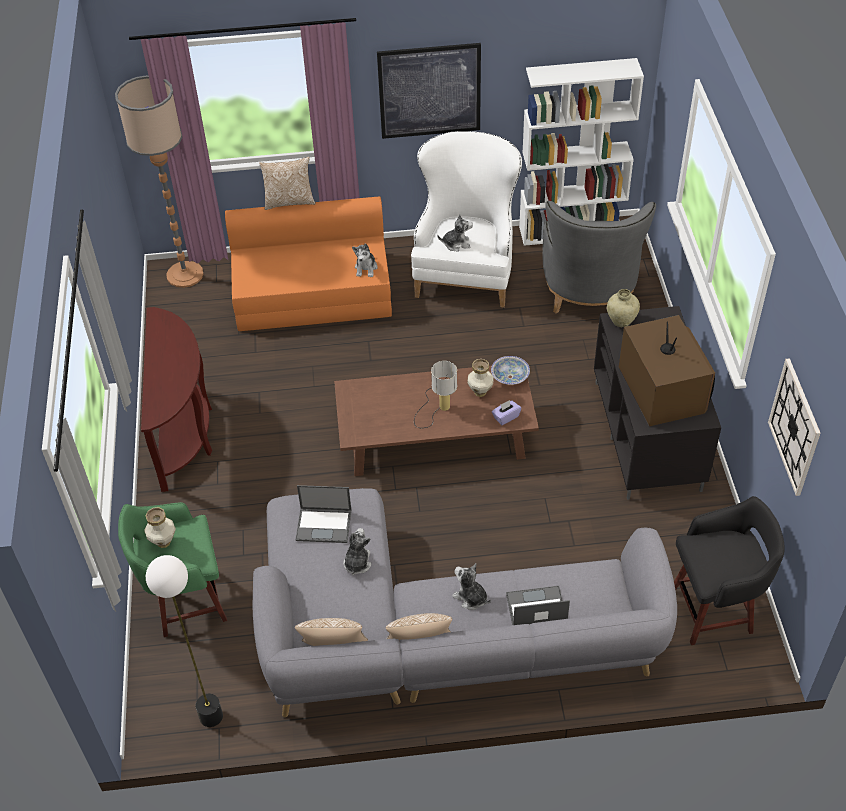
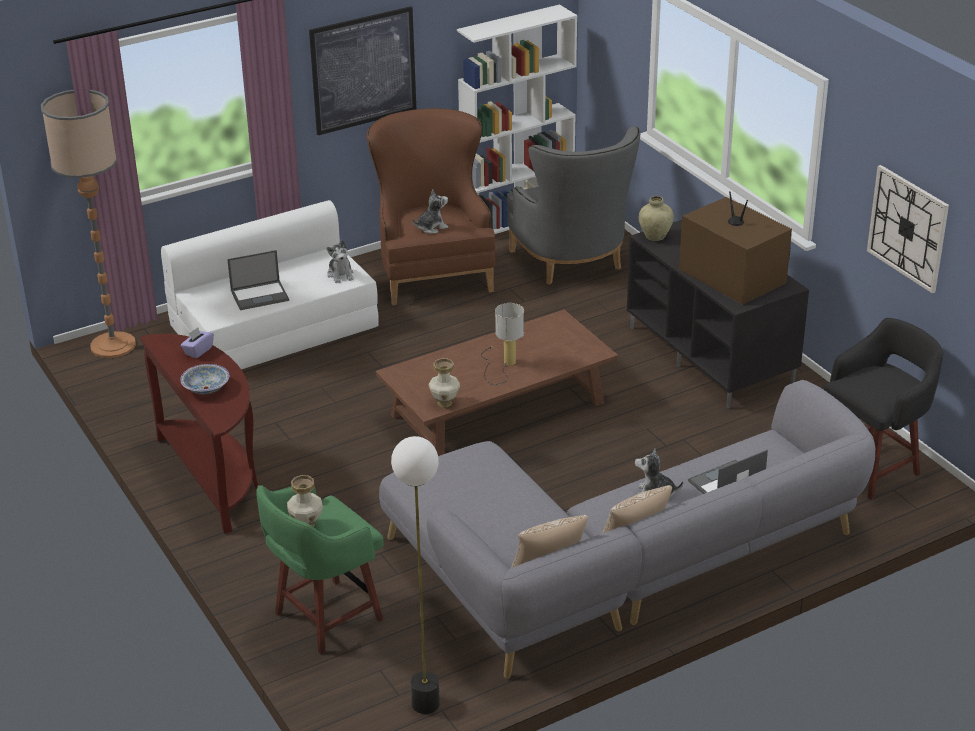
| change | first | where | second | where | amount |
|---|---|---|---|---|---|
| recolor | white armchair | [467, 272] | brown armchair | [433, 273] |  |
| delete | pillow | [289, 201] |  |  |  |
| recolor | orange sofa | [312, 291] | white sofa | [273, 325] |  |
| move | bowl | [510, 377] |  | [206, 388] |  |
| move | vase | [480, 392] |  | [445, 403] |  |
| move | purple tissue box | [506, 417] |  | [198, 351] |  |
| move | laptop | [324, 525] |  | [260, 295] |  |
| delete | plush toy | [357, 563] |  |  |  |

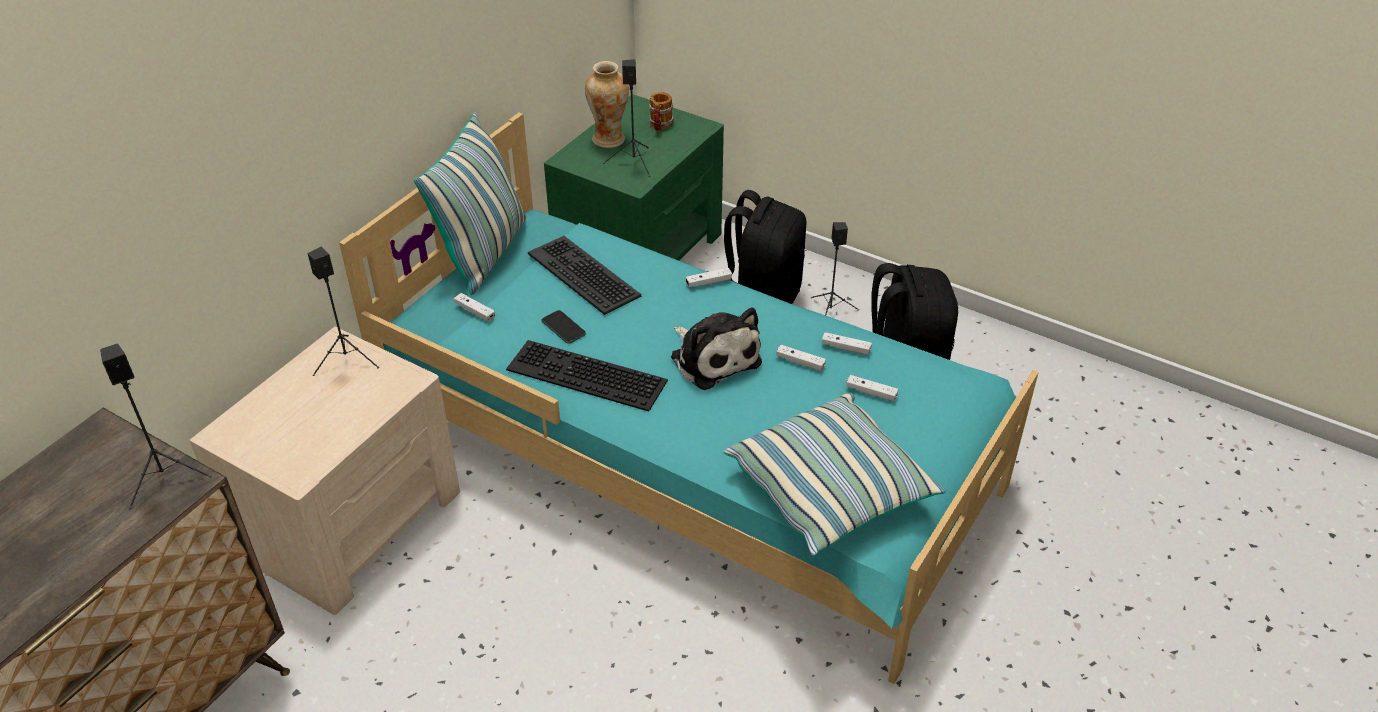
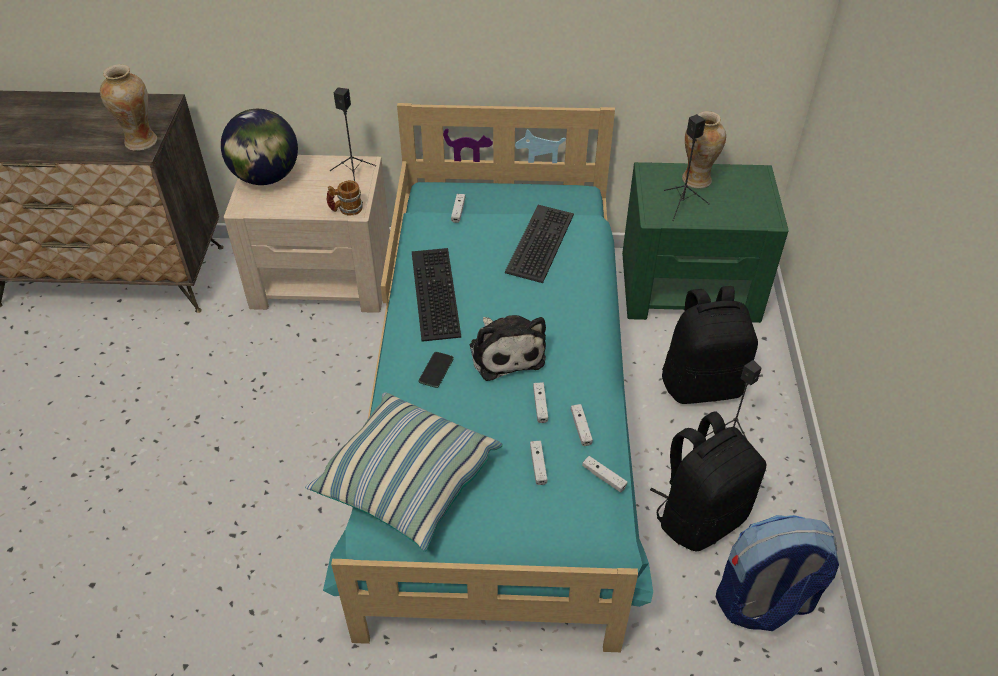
| change | first | where | second | where | amount |
|---|---|---|---|---|---|
| move | mug | [660, 126] |  | [346, 209] |  |
| delete | pillow | [484, 253] |  |  |  |
| move | white game controller | [708, 282] |  | [604, 477] |  |
| rotate | plush toy | [713, 357] |  | [506, 352] | 45 degrees counterclockwise |
| move | phone | [563, 328] |  | [436, 370] |  |
| replace | black speaker | [166, 477] | vase | [140, 142] |  |
| insert |  |  | globe | [266, 177] |  |
| insert |  |  | backpack | [763, 602] |  |

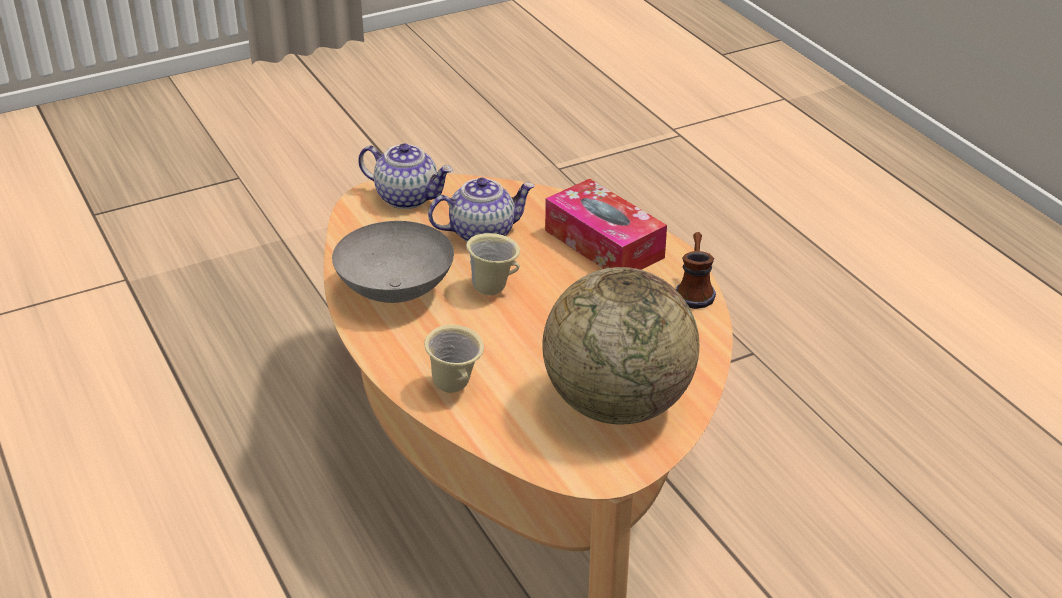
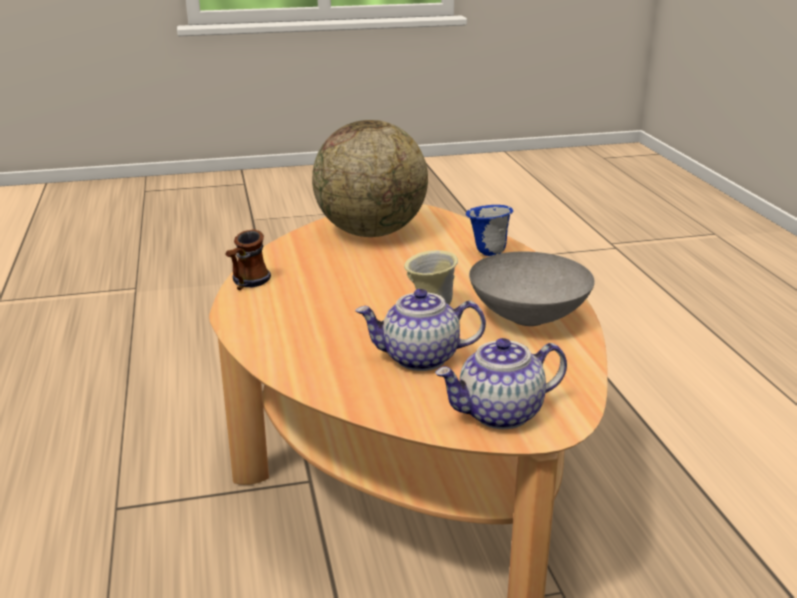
| change | first | where | second | where | amount |
|---|---|---|---|---|---|
| rotate | teapot | [408, 197] |  | [500, 414] | 60 degrees counterclockwise |
| delete | tissue box | [604, 244] |  |  |  |
| recolor | beige mug | [456, 387] | blue mug | [487, 252] |  |

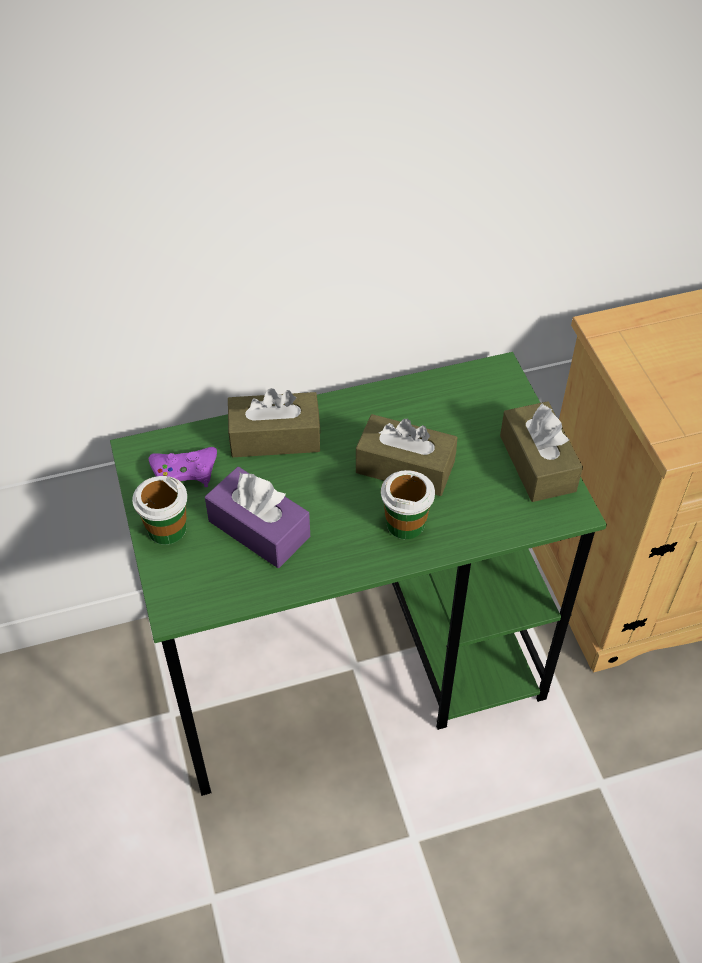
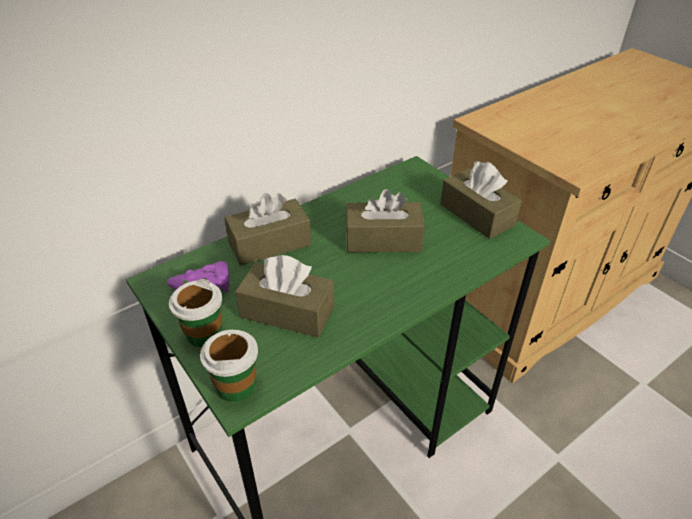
| change | first | where | second | where | amount |
|---|---|---|---|---|---|
| recolor | purple tissue box | [259, 529] | brown tissue box | [287, 311] |  |
| move | cup | [405, 523] |  | [236, 385] |  |

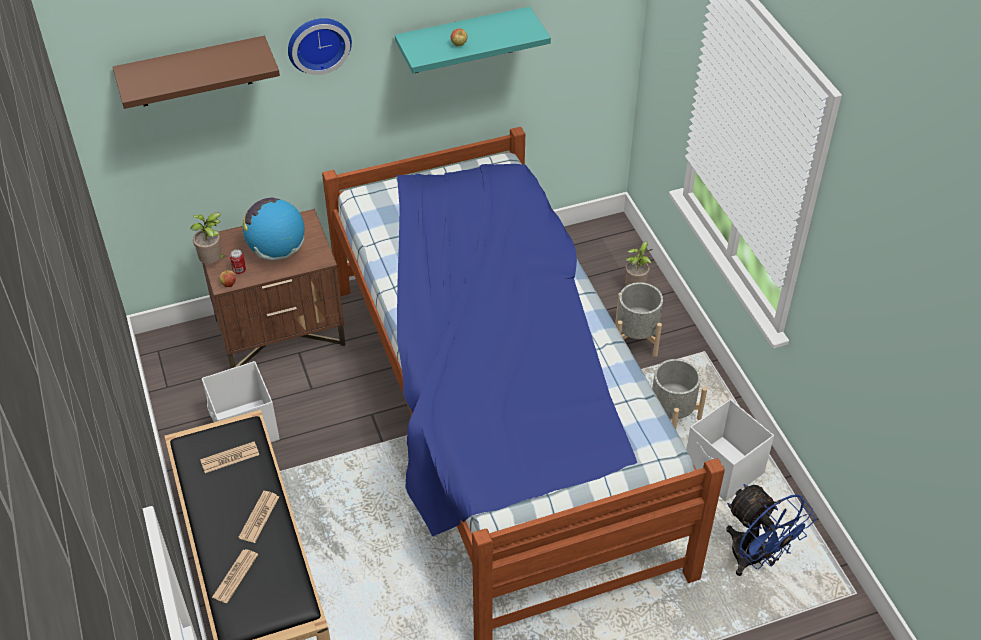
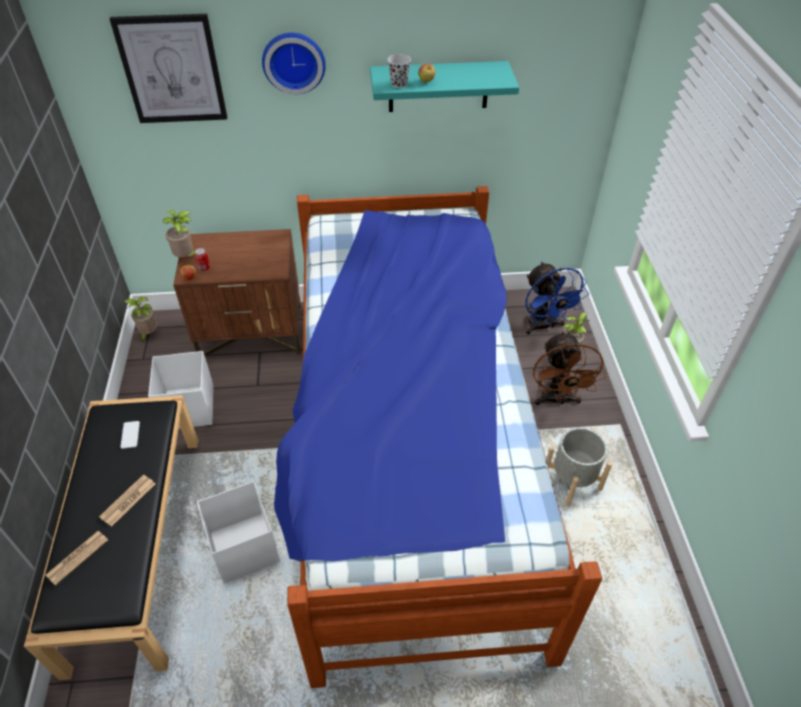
| change | first | where | second | where | amount |
|---|---|---|---|---|---|
| replace | brown shelf | [194, 72] | picture | [172, 70] |  |
| delete | globe | [277, 251] |  |  |  |
| replace | grey planter | [635, 339] | brown fan | [557, 400] |  |
| move | white storage box | [724, 470] |  | [244, 549] |  |
| replace | newspaper | [230, 458] | phone | [130, 435] |  |
| move | blue fan | [755, 559] |  | [543, 326] |  |
| insert |  |  | black cup | [399, 84] |  |
| insert |  |  | potted plant | [148, 334] |  |

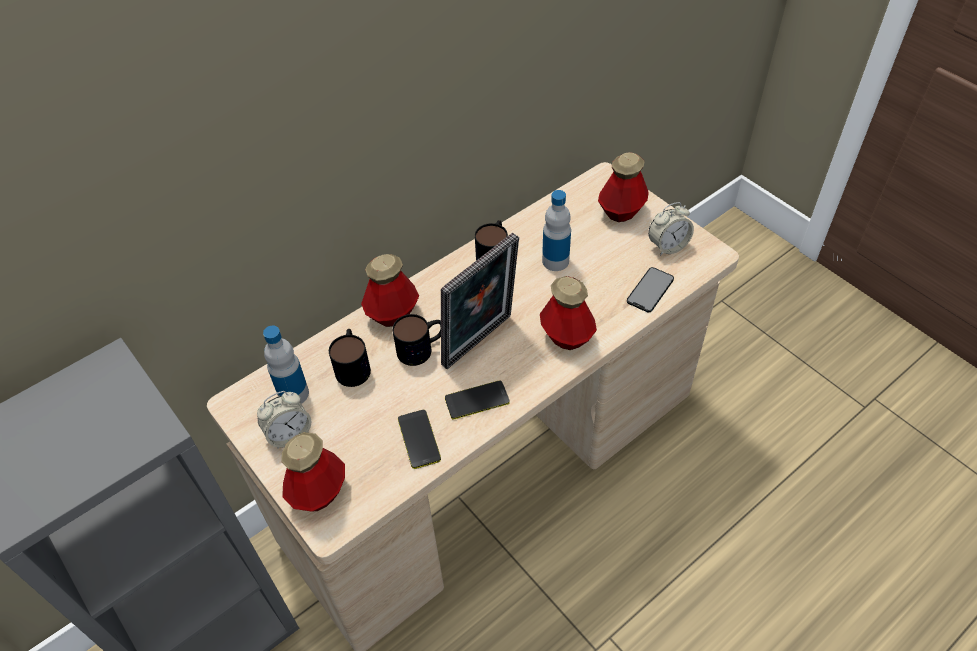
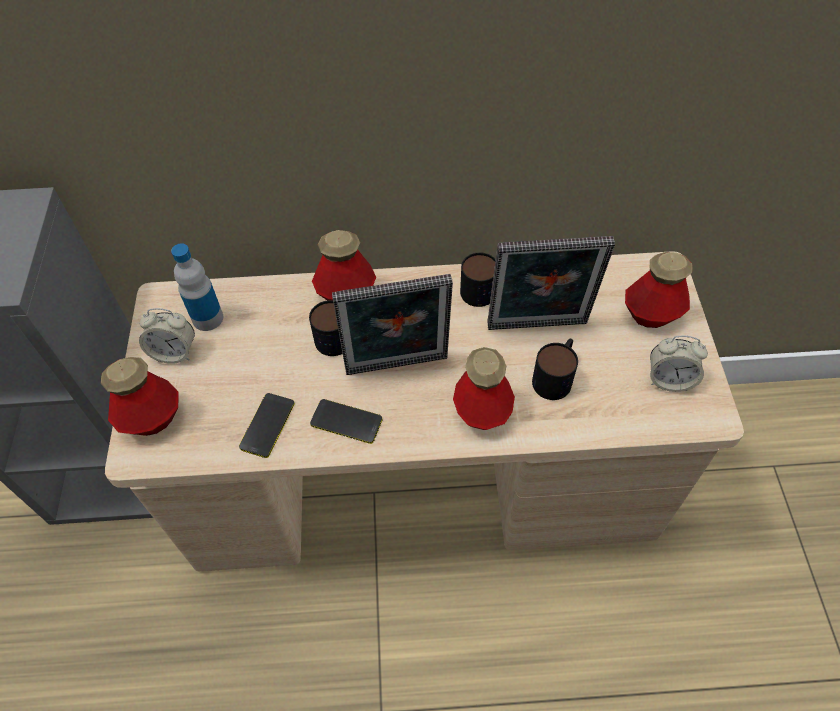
| change | first | where | second | where | amount |
|---|---|---|---|---|---|
| replace | bottle | [555, 261] | picture frame | [537, 328] |  |
| delete | phone | [650, 290] |  |  |  |
| move | mug | [353, 365] |  | [555, 376] |  |

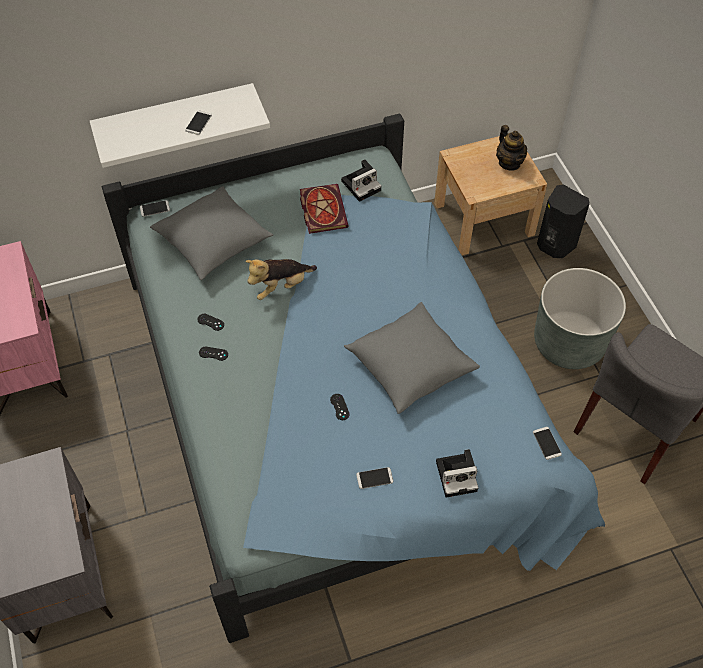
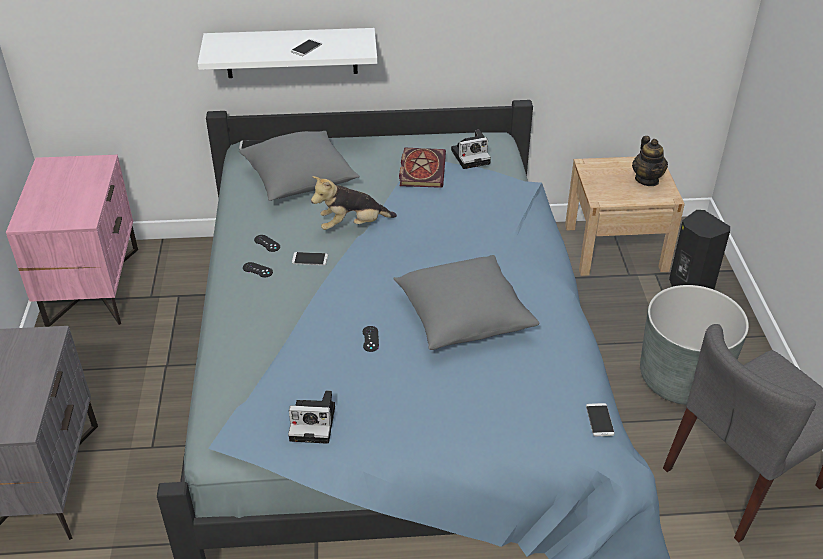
| change | first | where | second | where | amount |
|---|---|---|---|---|---|
| move | photo camera | [458, 475] |  | [315, 423] |  |
| move | phone | [374, 478] |  | [310, 259] |  |

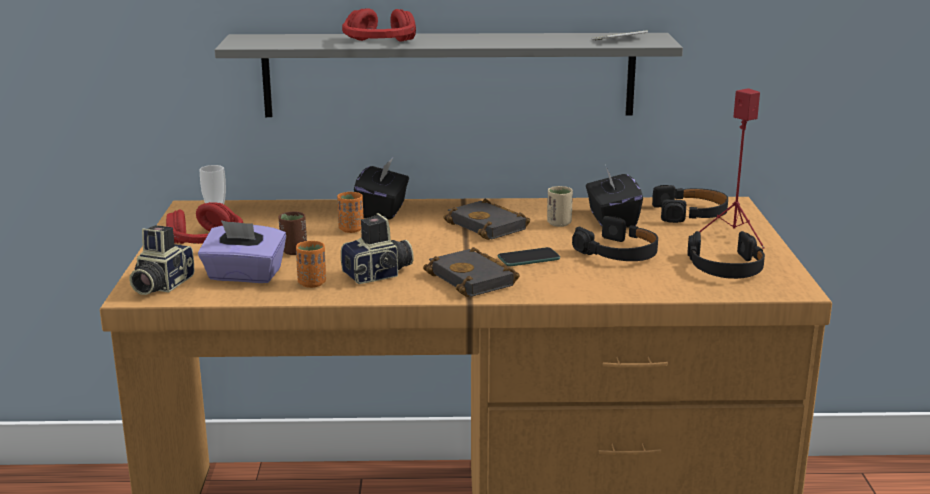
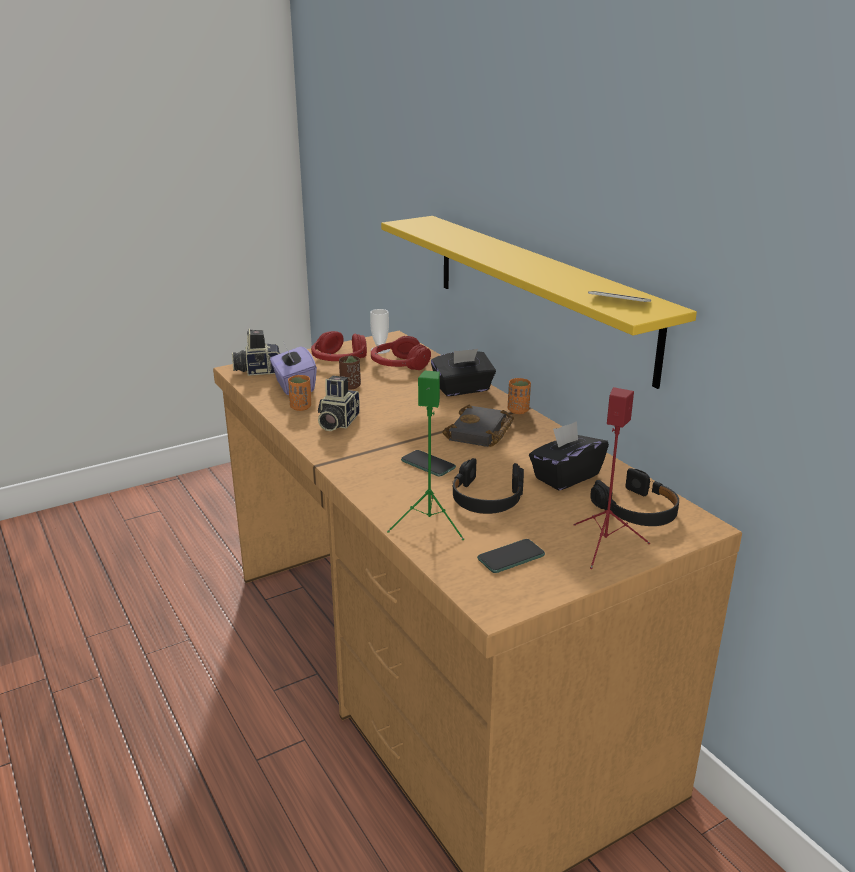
| change | first | where | second | where | amount |
|---|---|---|---|---|---|
| move | red headphones | [378, 43] |  | [399, 365] |  |
| recolor | grey shelf | [449, 75] | yellow shelf | [538, 293] |  |
| delete | beige cup | [559, 223] |  |  |  |
| move | orange cup | [351, 229] |  | [518, 410] |  |
| rotate | photo camera | [379, 275] |  | [337, 422] | 75 degrees clockwise |
| replace | black headphones | [725, 267] | phone | [511, 557] |  |
| delete | black book | [475, 280] |  |  |  |
| insert |  |  | green speaker | [430, 524] |  |

